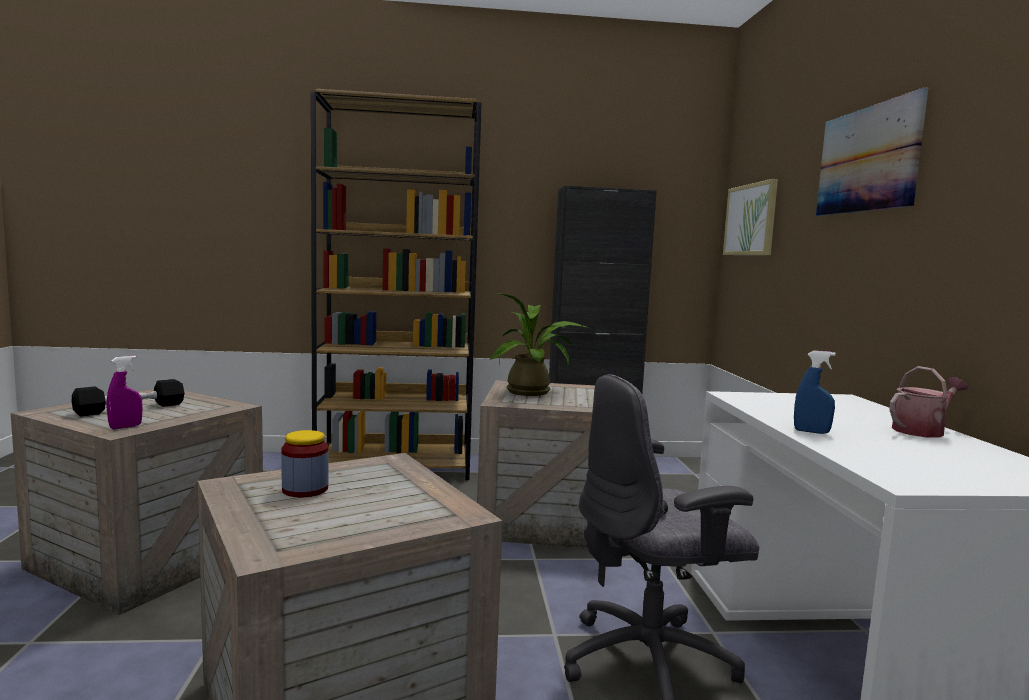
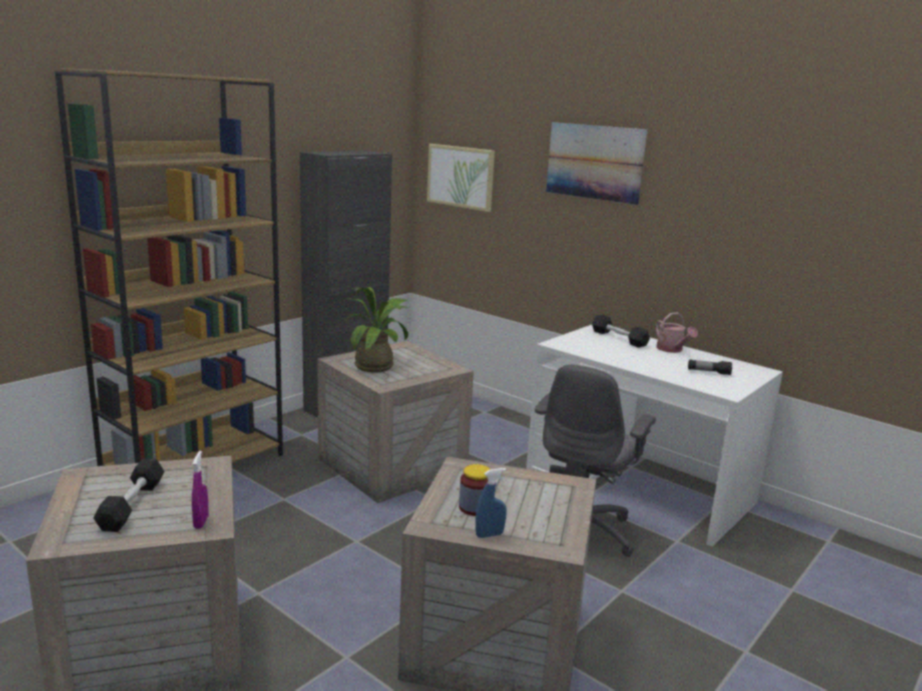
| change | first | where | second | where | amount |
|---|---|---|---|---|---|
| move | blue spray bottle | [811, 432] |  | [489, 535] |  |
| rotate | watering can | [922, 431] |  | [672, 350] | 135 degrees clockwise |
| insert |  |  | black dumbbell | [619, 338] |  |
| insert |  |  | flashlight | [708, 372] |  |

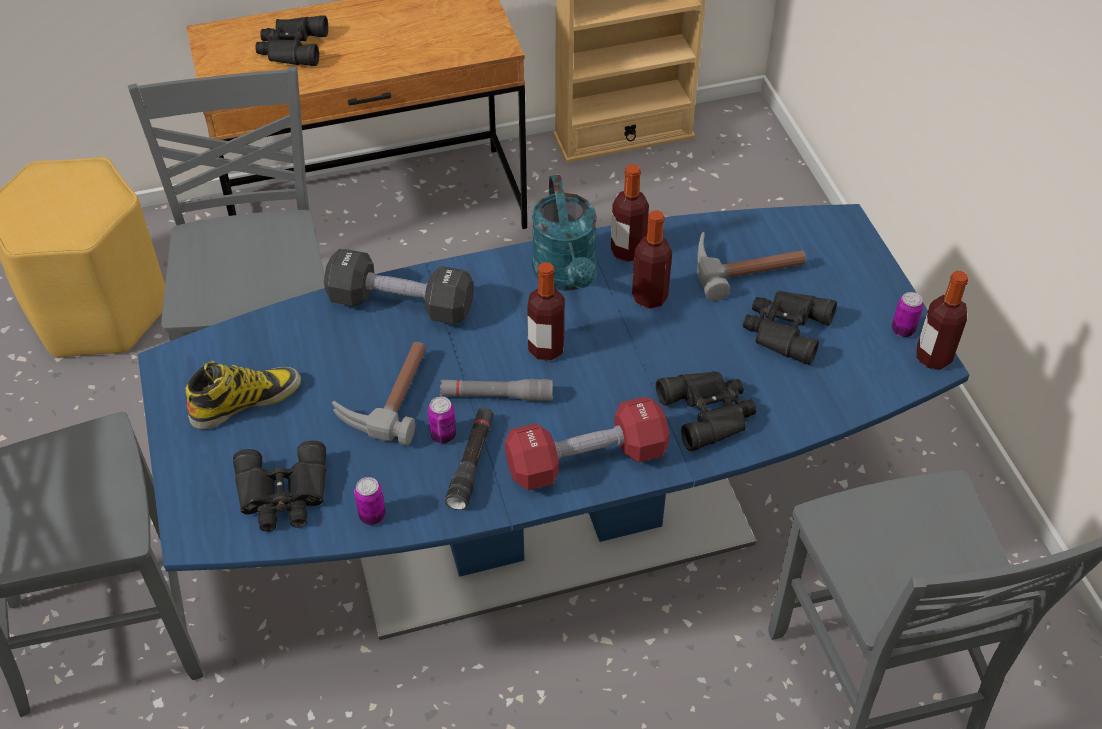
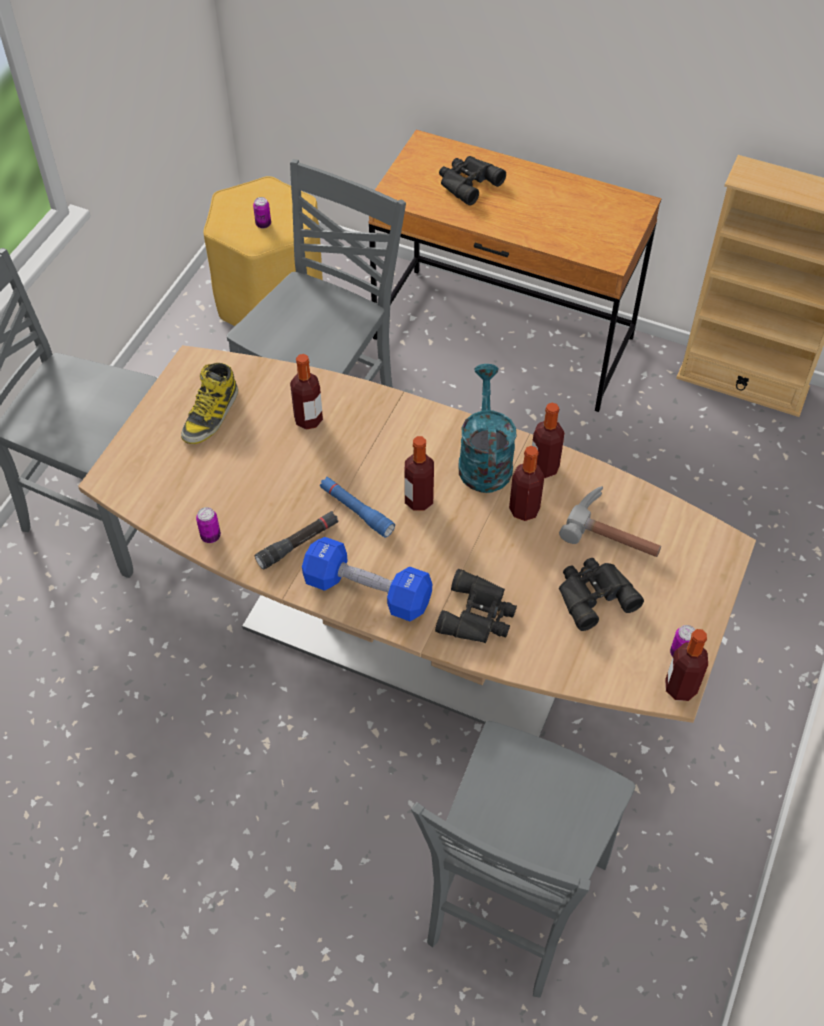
| change | first | where | second | where | amount |
|---|---|---|---|---|---|
| rotate | turquoise watering can | [567, 276] |  | [484, 459] | 150 degrees clockwise |
| recolor | blue dining table | [552, 527] | brown dining table | [412, 634] |  |
| delete | black dumbbell | [401, 304] |  |  |  |
| delete | hammer | [387, 396] |  |  |  |
| rotate | boot | [246, 401] |  | [211, 415] | 105 degrees clockwise |
| recolor | grey flashlight | [496, 396] | blue flashlight | [356, 511] |  |
| move | can | [443, 435] |  | [263, 224] |  |
| recolor | red dumbbell | [586, 460] | blue dumbbell | [367, 591] |  |
| delete | black binoculars | [283, 495] |  |  |  |
| insert |  |  | bottle | [308, 419] |  |

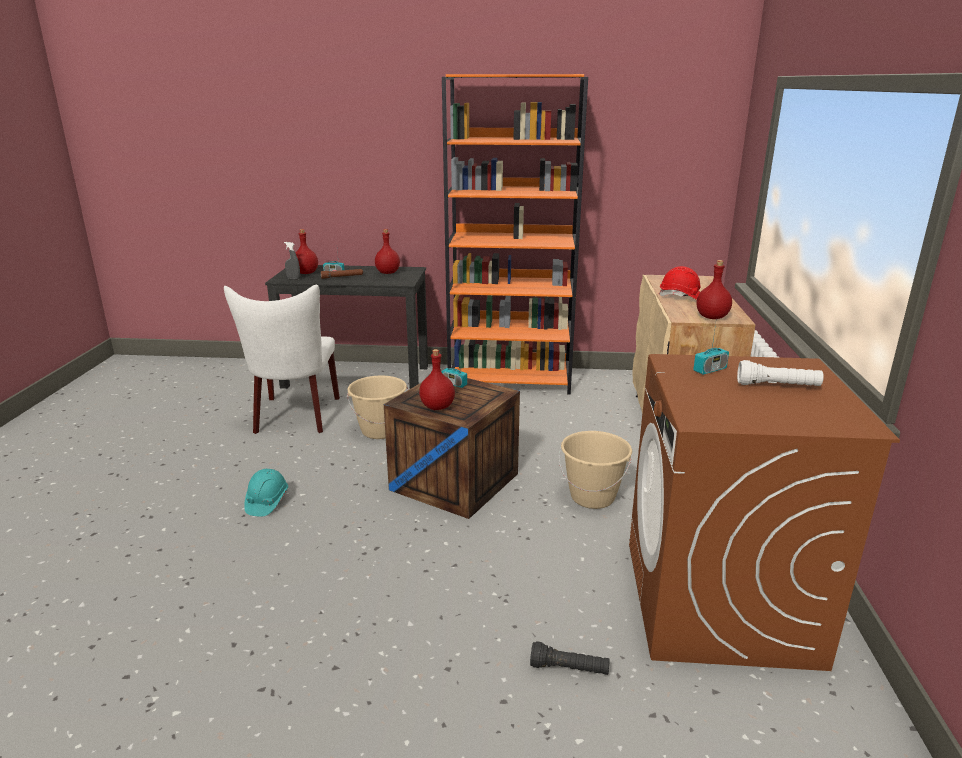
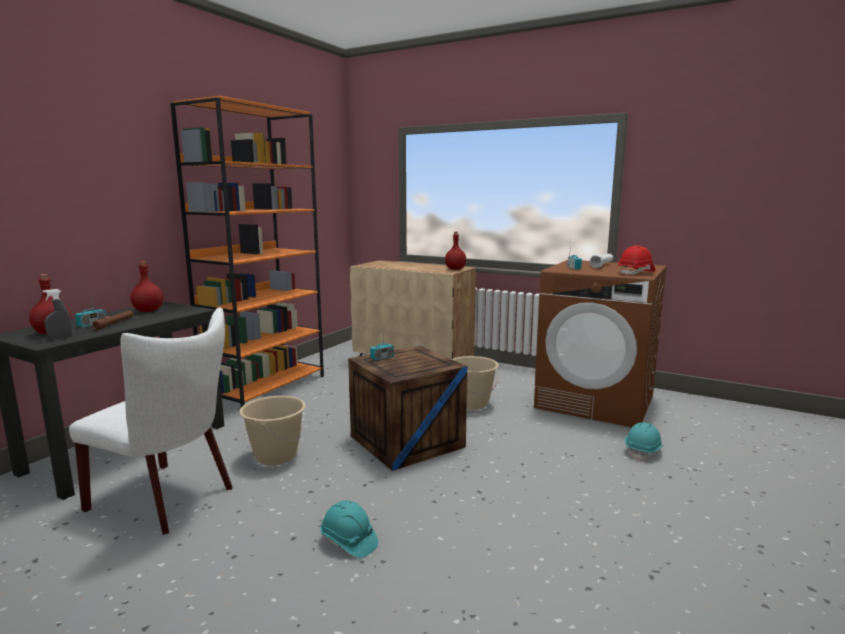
| change | first | where | second | where | amount |
|---|---|---|---|---|---|
| move | red hard hat | [681, 297] |  | [636, 273] |  |
| delete | red bottle | [436, 407] |  |  |  |
| replace | black flashlight | [569, 669] | turquoise hard hat | [643, 451] |  |

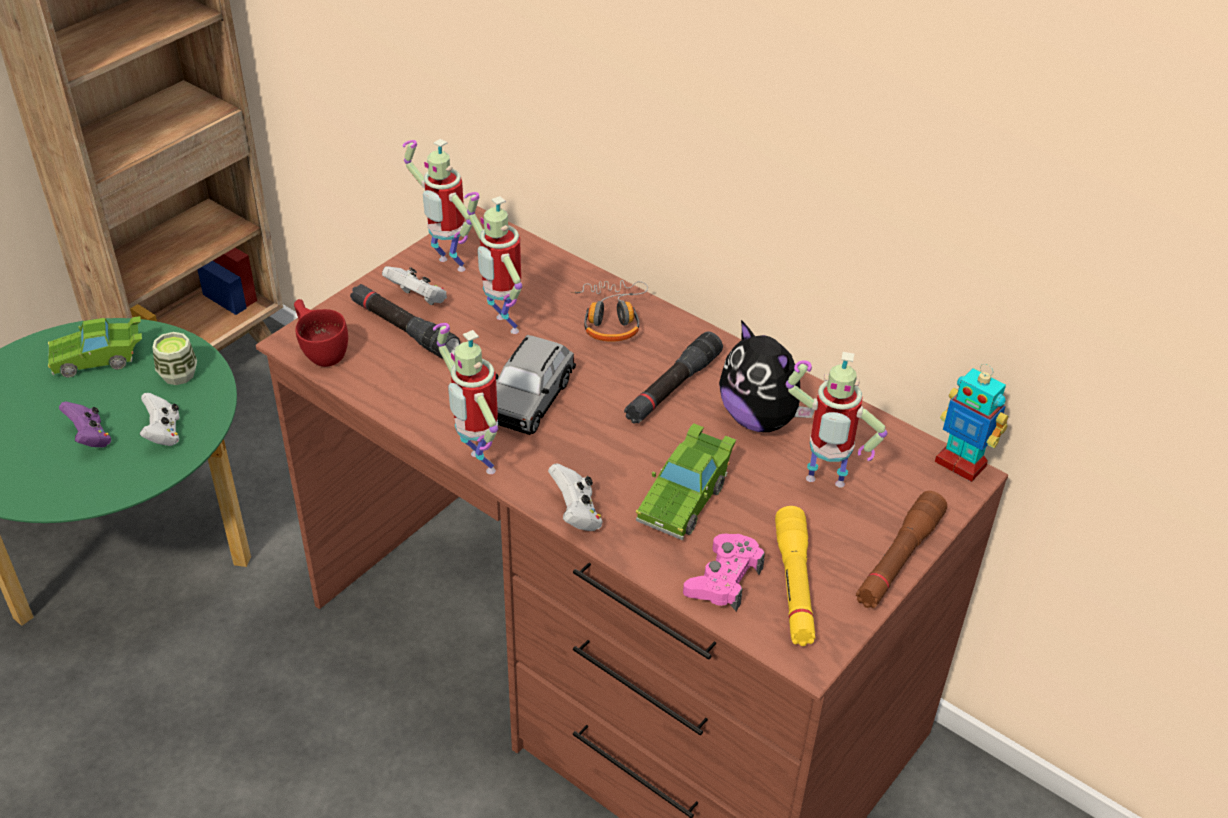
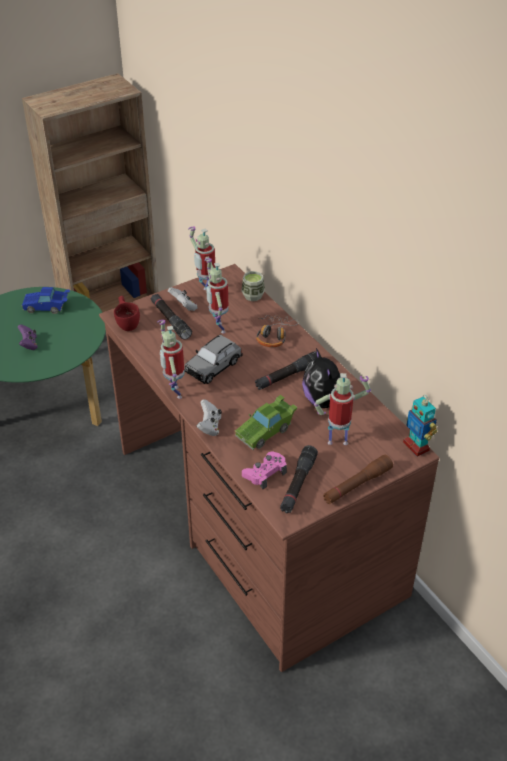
| change | first | where | second | where | amount |
|---|---|---|---|---|---|
| recolor | green toy car | [100, 359] | blue toy car | [47, 307] |  |
| move | cup | [178, 374] |  | [253, 295] |  |
| rotate | toy robot | [823, 485] |  | [338, 440] | 150 degrees clockwise |
| delete | white game controller | [163, 433] |  |  |  |
| recolor | yellow flashlight | [794, 585] | black flashlight | [298, 484] |  |

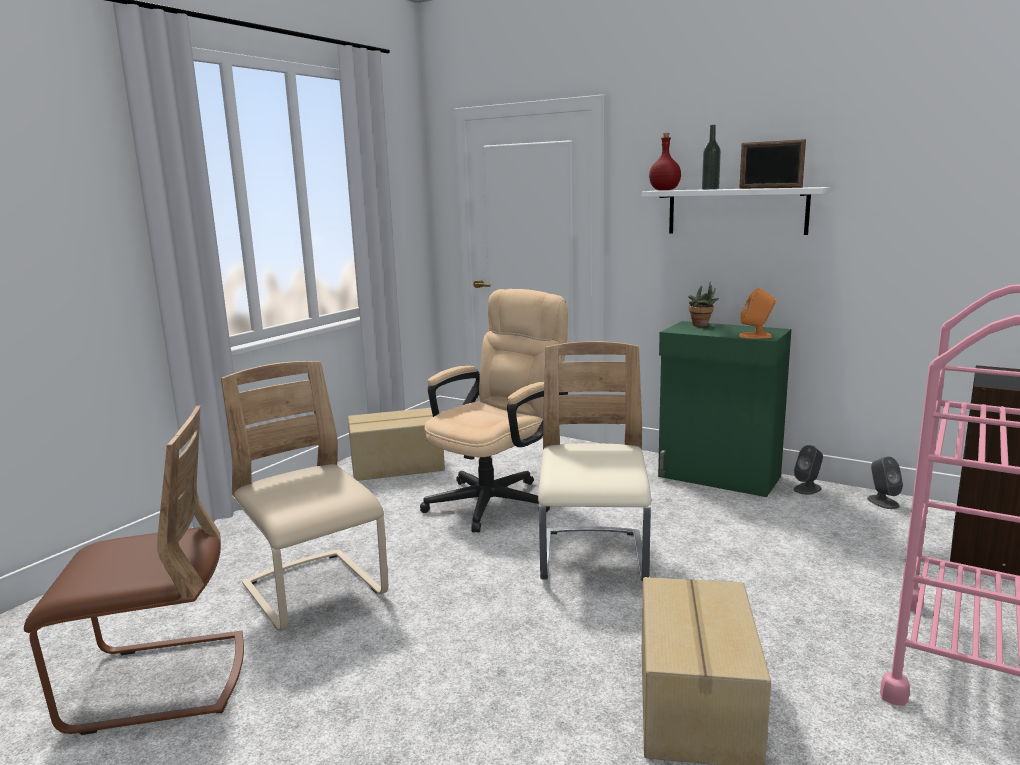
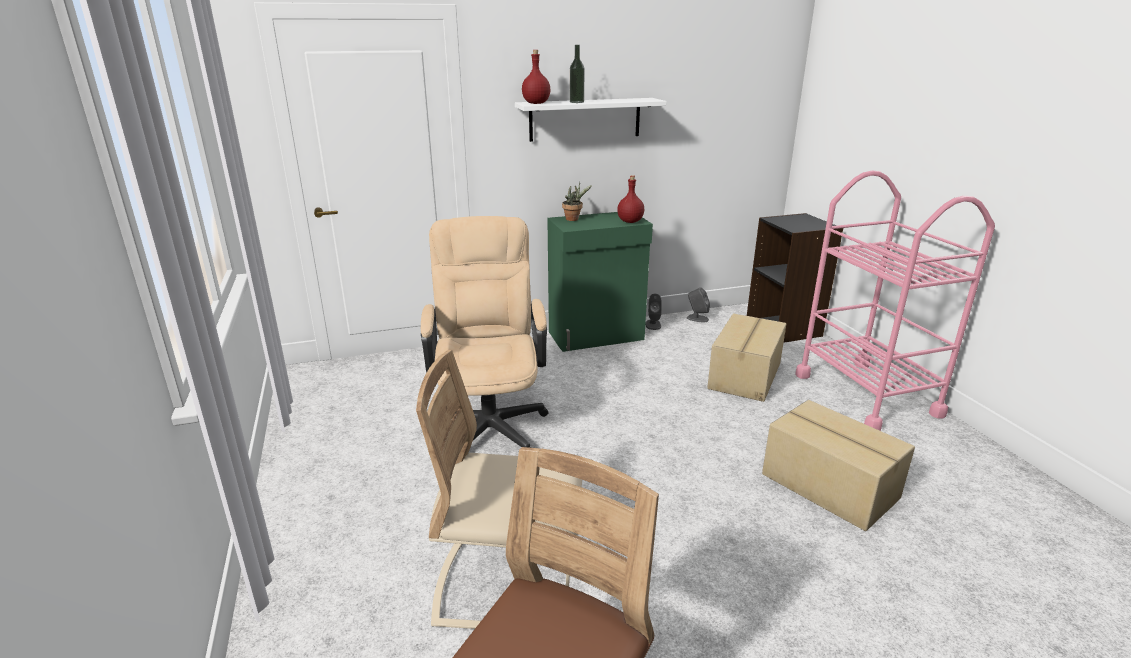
| change | first | where | second | where | amount |
|---|---|---|---|---|---|
| delete | picture frame | [770, 188] |  |  |  |
| replace | orange speaker | [756, 336] | red bottle | [630, 221] |  |
| delete | beige chair | [593, 558] |  |  |  |
| move | cardboard box | [397, 466] |  | [746, 376] |  |

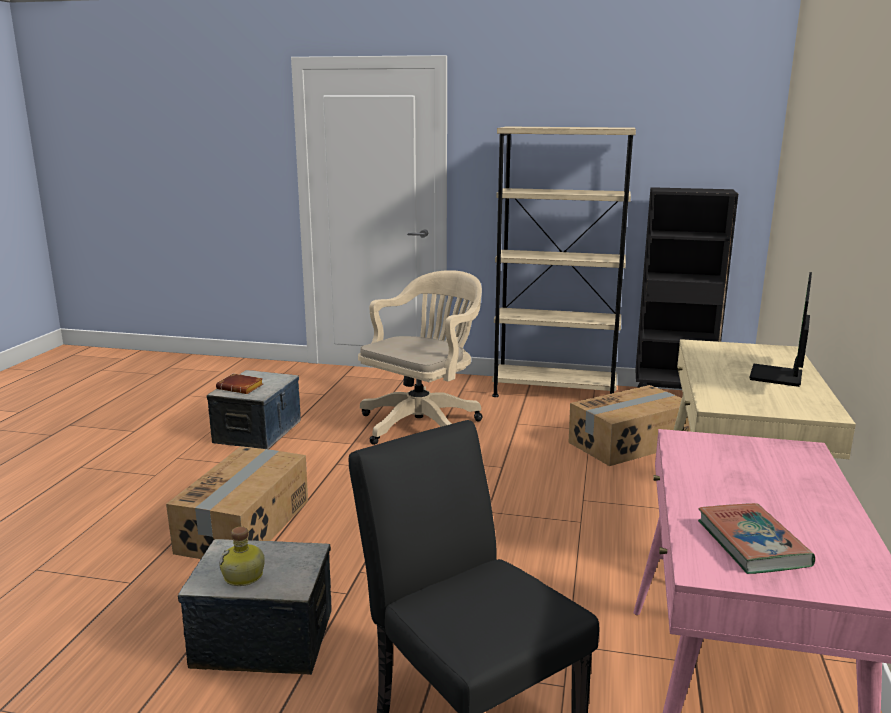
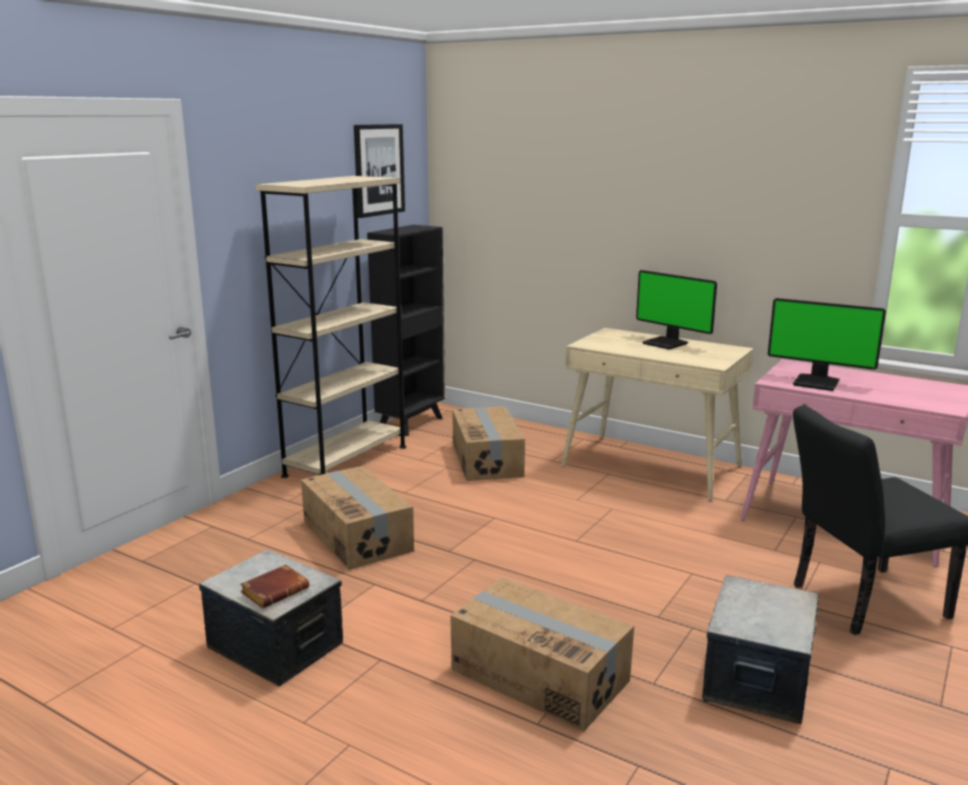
| change | first | where | second | where | amount |
|---|---|---|---|---|---|
| replace | beige office chair | [423, 423] | cardboard box | [358, 535] |  |
| delete | book | [752, 544] |  |  |  |
| delete | bottle | [244, 576] |  |  |  |
| insert |  |  | picture | [378, 170] |  |
| insert |  |  | monitor | [817, 382] |  |

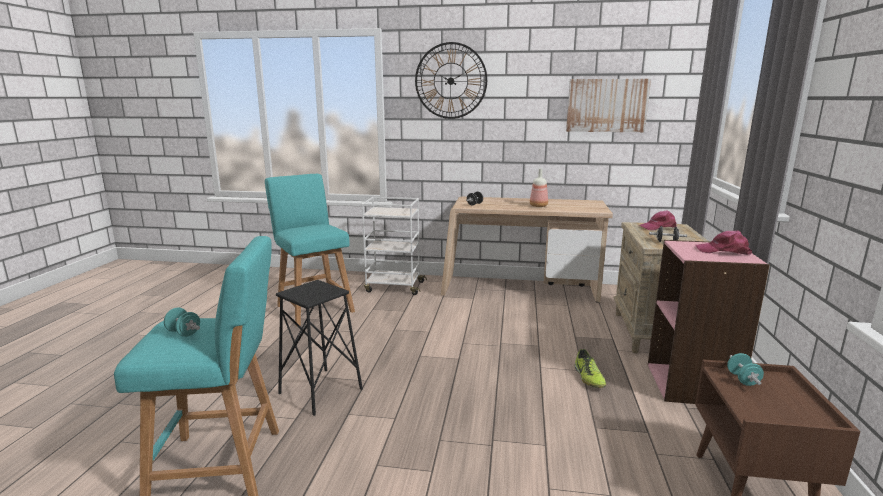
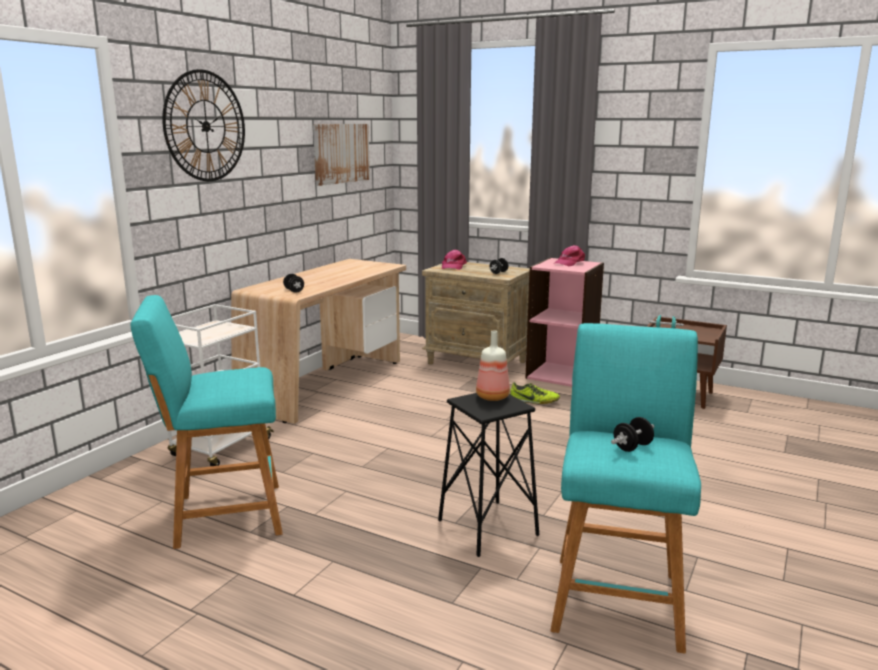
| change | first | where | second | where | amount |
|---|---|---|---|---|---|
| move | bottle | [539, 206] |  | [492, 396] |  |
| recolor | turquoise dumbbell | [183, 333] | black dumbbell | [632, 447] |  |

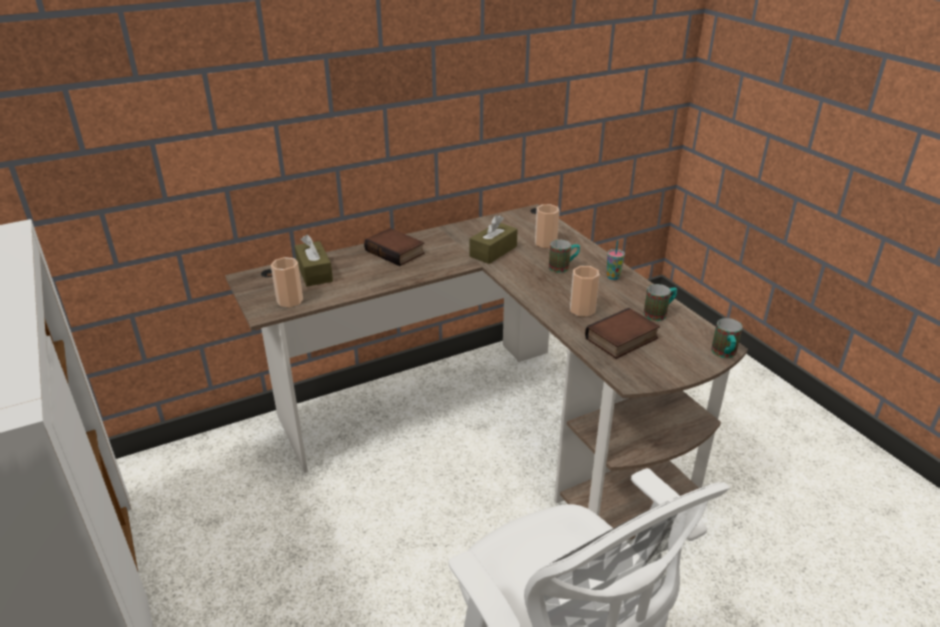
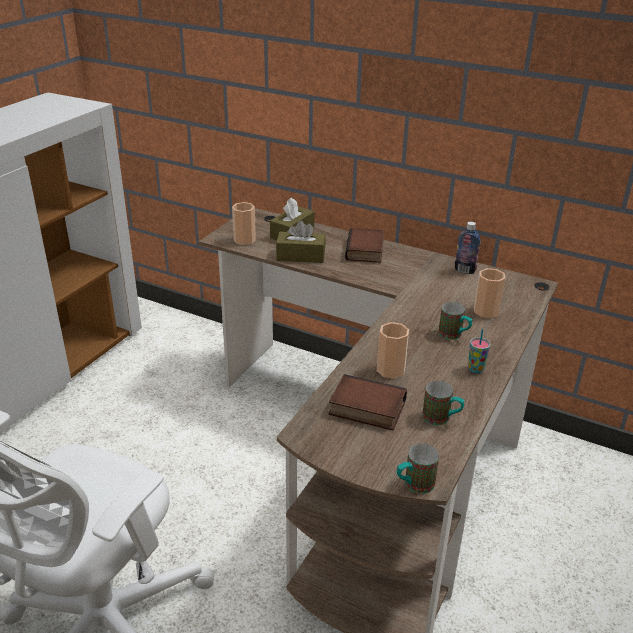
| change | first | where | second | where | amount |
|---|---|---|---|---|---|
| move | brown tissue box | [493, 251] |  | [300, 256] |  |
| insert |  |  | bottle | [464, 270] |  |

